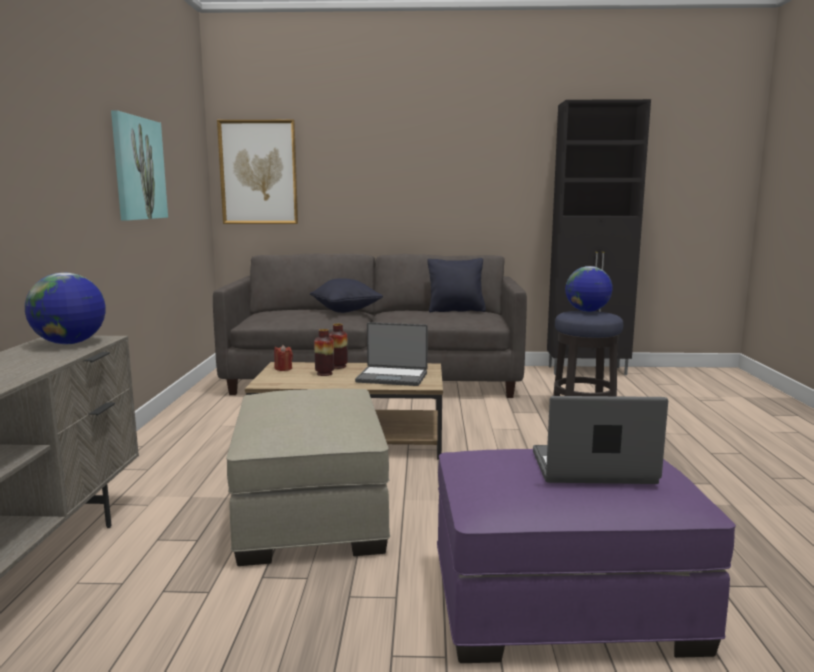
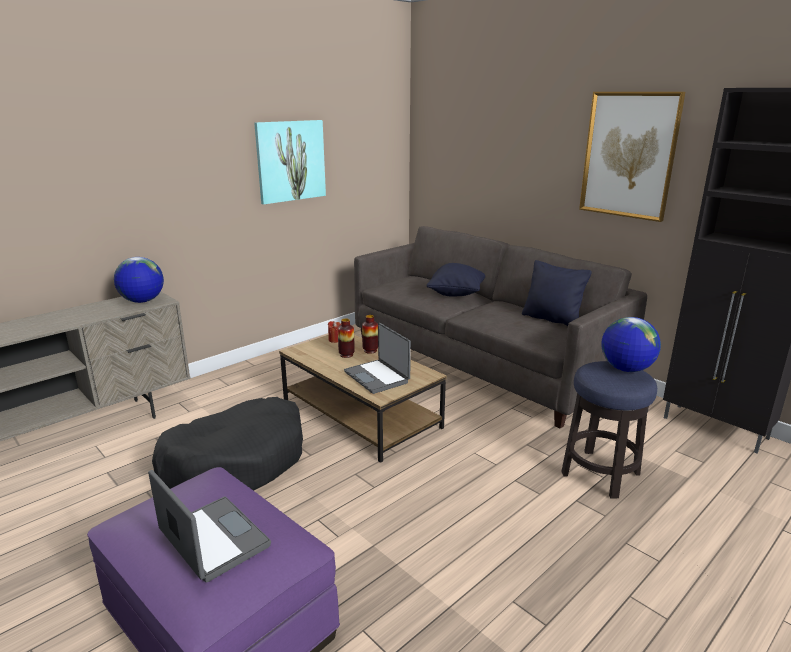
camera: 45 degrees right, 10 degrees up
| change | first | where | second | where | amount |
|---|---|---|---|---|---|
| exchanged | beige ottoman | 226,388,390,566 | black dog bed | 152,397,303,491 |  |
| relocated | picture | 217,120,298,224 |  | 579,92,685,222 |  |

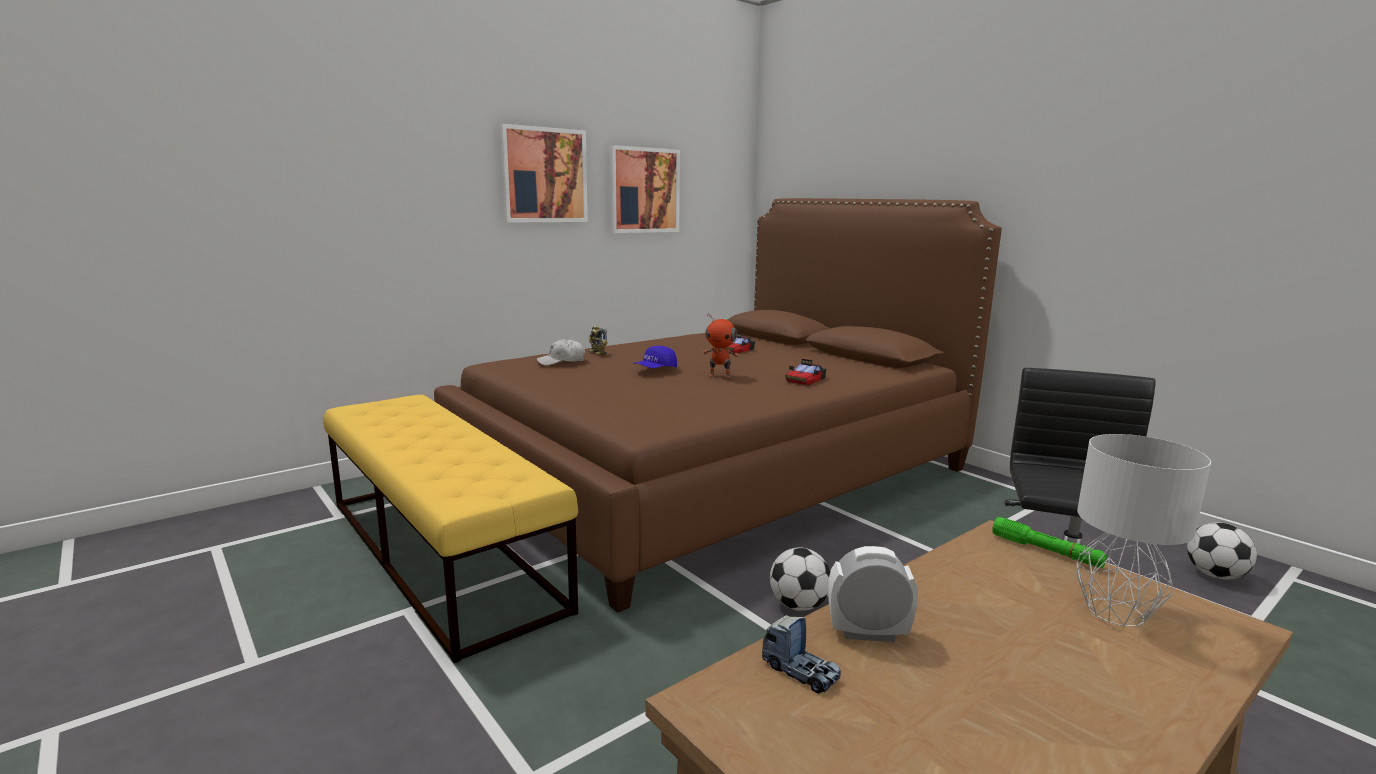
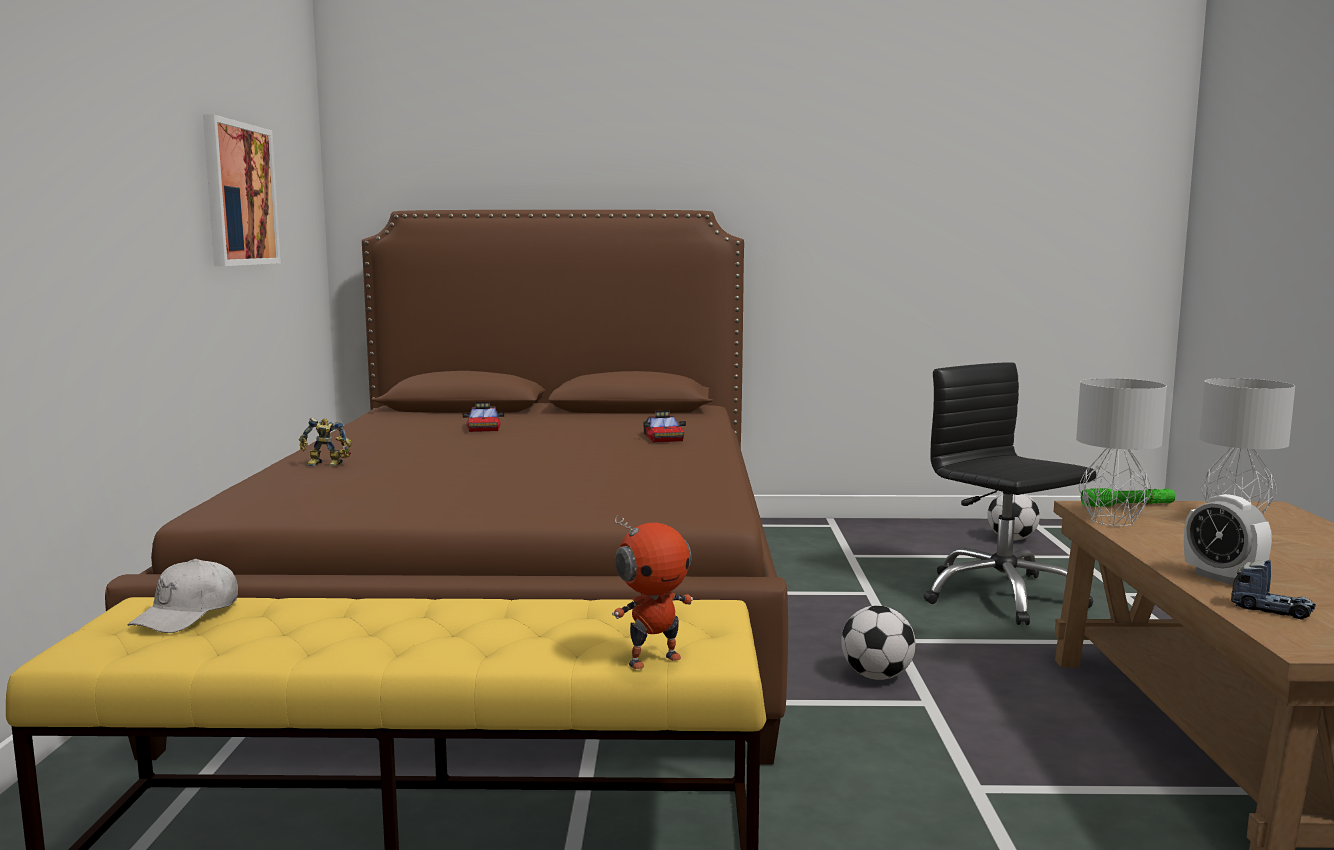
camera: 50 degrees left, 5 degrees down
| change | first | where | second | where | amount |
|---|---|---|---|---|---|
| relocated | white cap | 537,338,585,365 |  | 128,559,238,633 |  |
| relocated | toy robot | 703,313,739,378 |  | 612,516,693,669 |  |
| appeared |  |  | grey table lamp | 1076,378,1167,526 |  |
| spun | alarm clock | 828,546,918,642 |  | 1184,494,1272,585 | 75 degrees counterclockwise |
| spun | toy truck | 762,615,841,694 |  | 1231,560,1316,620 | 45 degrees clockwise |
| missing | picture | 499,124,588,223 |  |  |  |
| missing | blue cap | 633,346,677,368 |  |  |  |

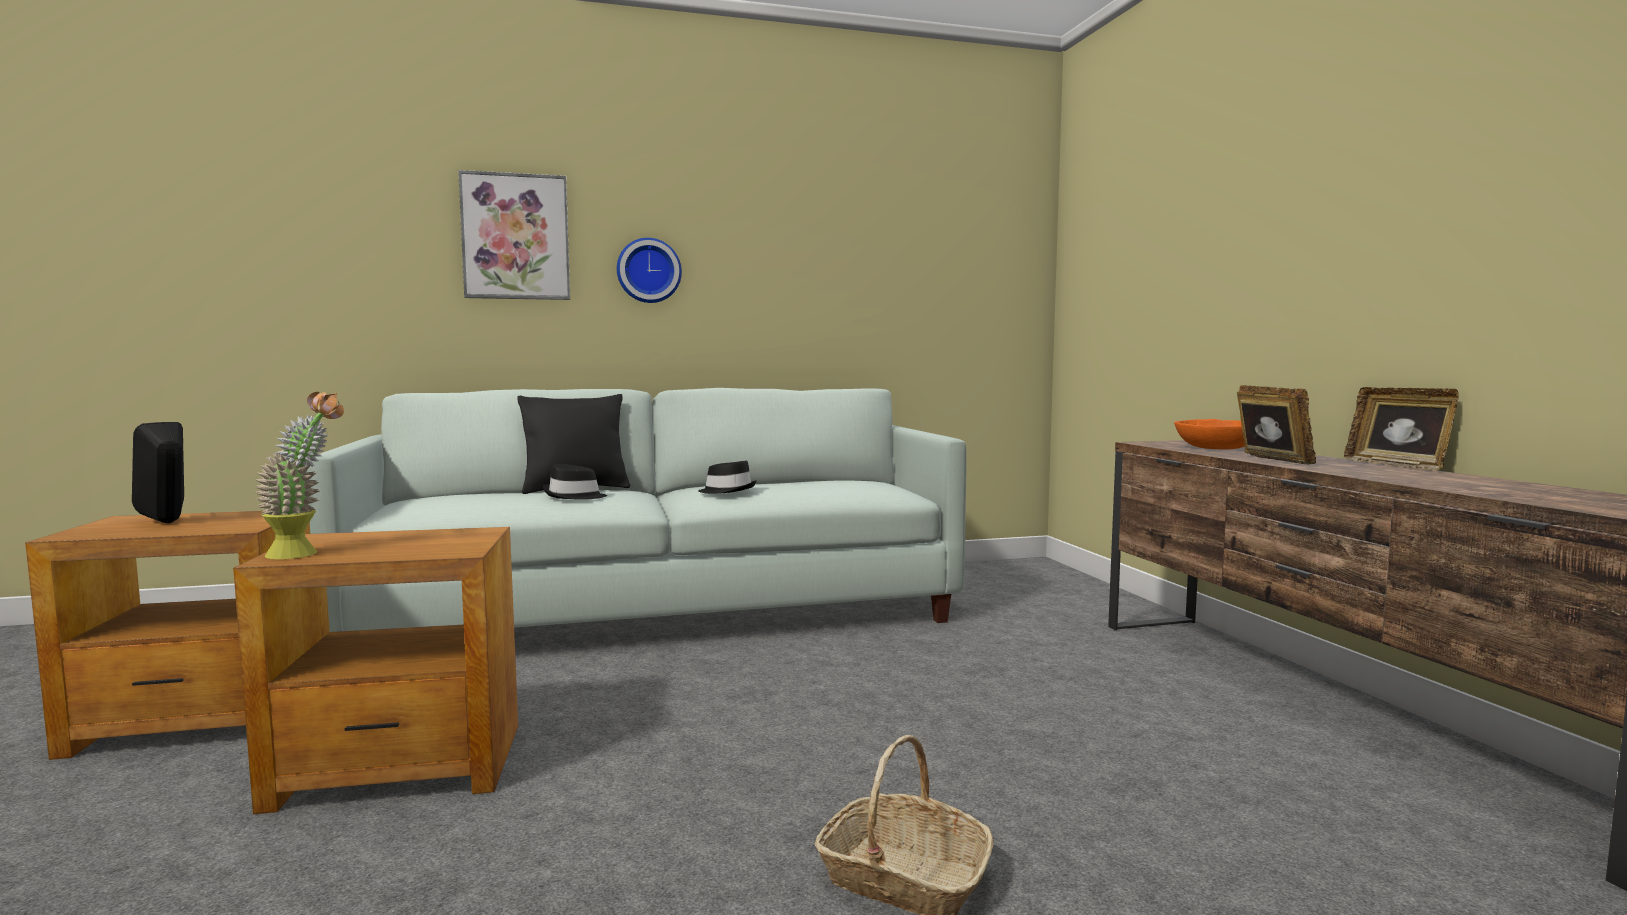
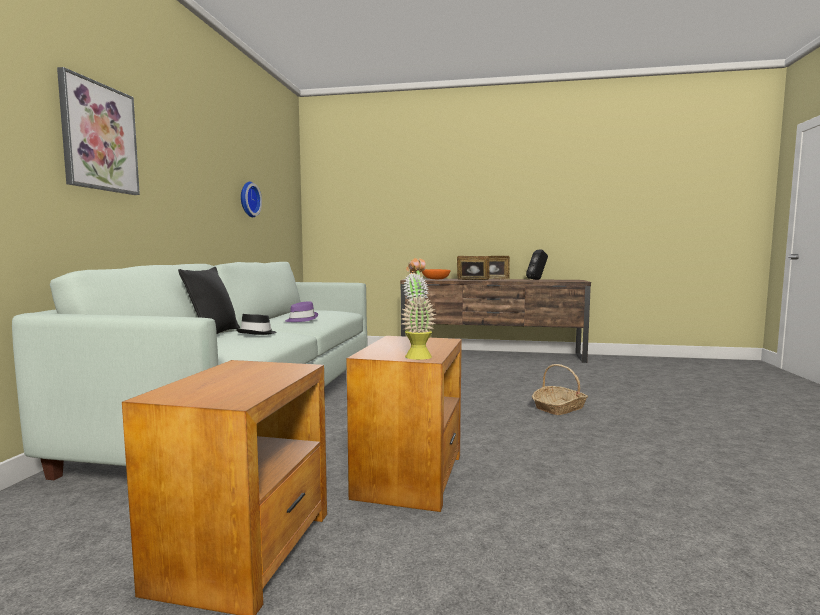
camera: 65 degrees left, 0 degrees up
| change | first | where | second | where | amount |
|---|---|---|---|---|---|
| relocated | wall clock | 617,238,682,303 |  | 241,182,262,217 |  |
| colour | black hat | 698,461,757,494 | purple hat | 285,301,318,322 |  |
| relocated | black speaker | 132,422,184,523 |  | 526,250,548,280 |  |

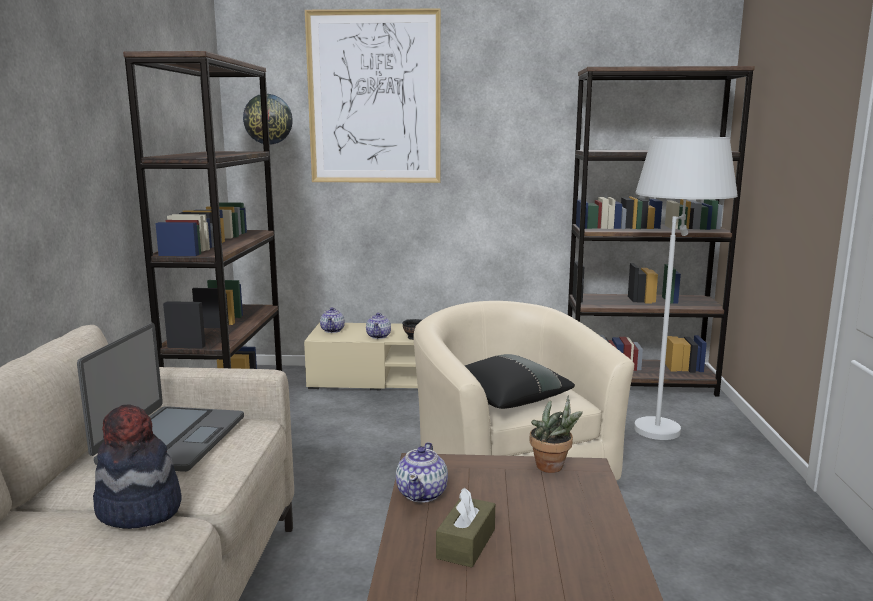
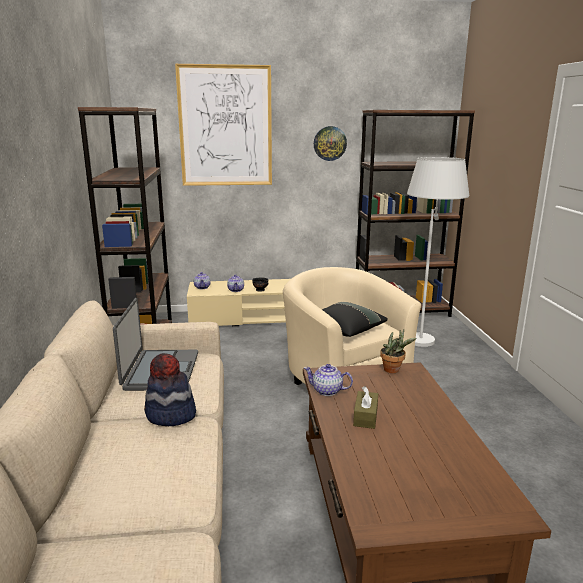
camera: 10 degrees left, 5 degrees up
| change | first | where | second | where | amount |
|---|---|---|---|---|---|
| spun | teapot | 396,442,448,503 |  | 304,364,353,396 | 105 degrees clockwise |
| relocated | wall clock | 243,94,293,144 |  | 314,126,347,161 |  |

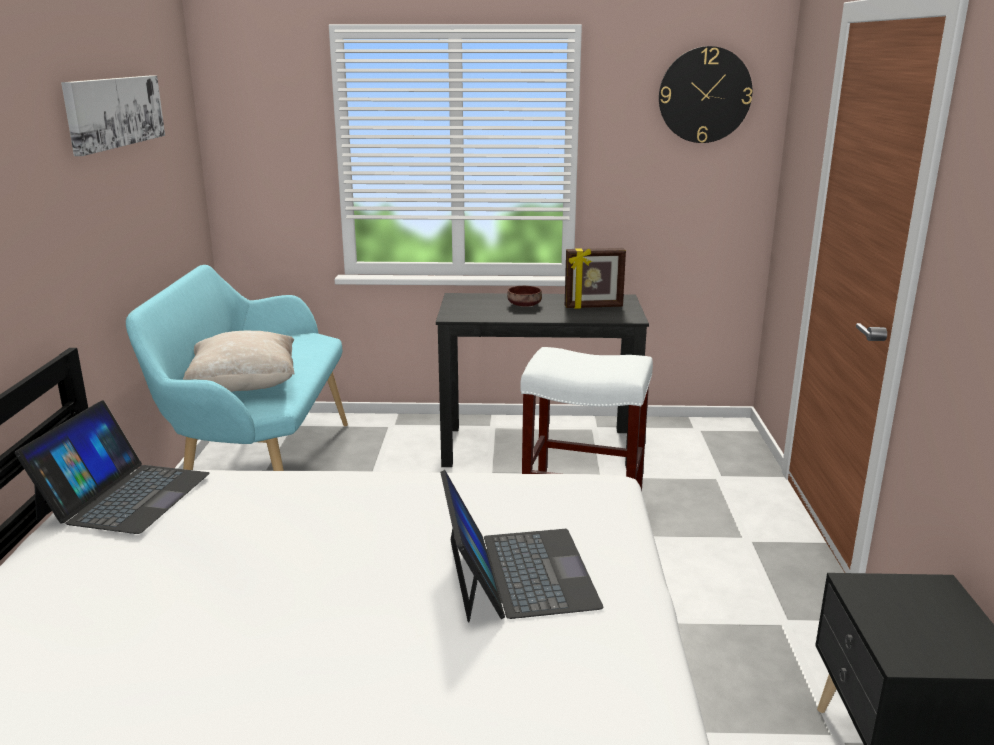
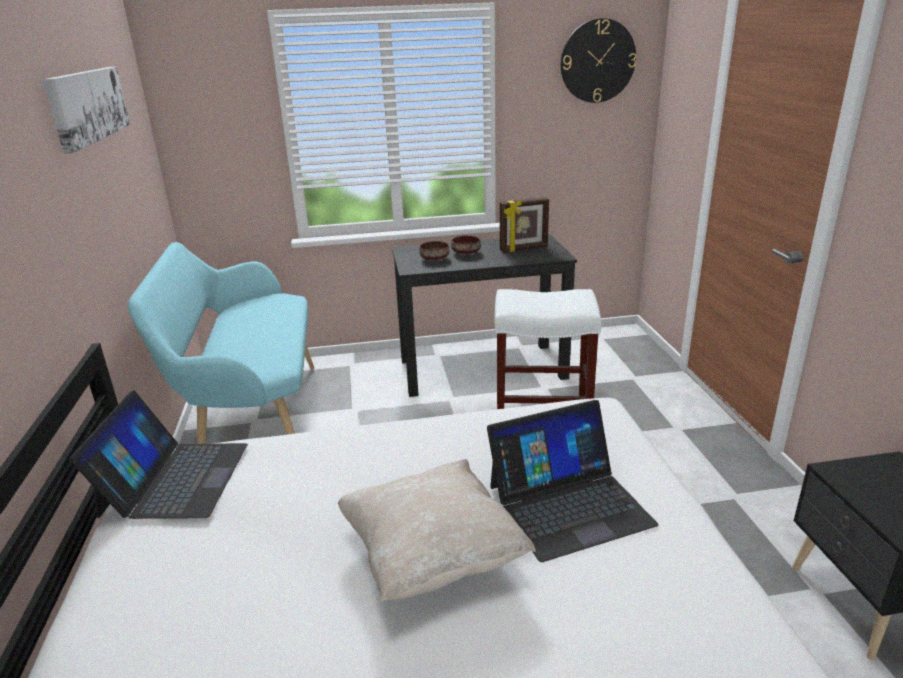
camera: 10 degrees left, 5 degrees up
| change | first | where | second | where | amount |
|---|---|---|---|---|---|
| relocated | beige pillow | 183,331,295,392 |  | 338,459,536,601 |  |
| appeared |  |  | brown bowl | 419,241,449,261 |  |
| spun | laptop | 440,470,603,623 |  | 487,400,658,562 | 90 degrees clockwise |

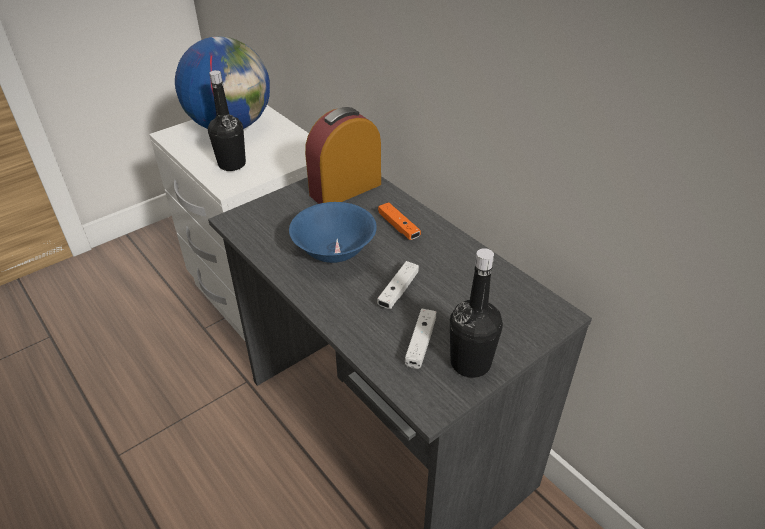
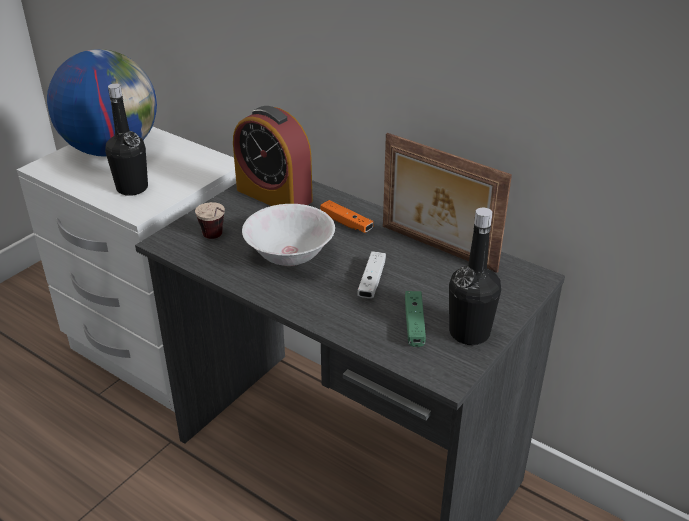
camera: 15 degrees left, 5 degrees down
| change | first | where | second | where | amount |
|---|---|---|---|---|---|
| appeared |  |  | cup | 195,202,225,239 |  |
| spun | alarm clock | 305,107,381,204 |  | 233,106,313,206 | 90 degrees counterclockwise |
| colour | blue bowl | 289,202,377,263 | white bowl | 242,204,335,266 |  |
| appeared |  |  | picture frame | 383,133,512,273 |  |
| colour | white game controller | 405,309,437,369 | green game controller | 405,291,426,347 |  |

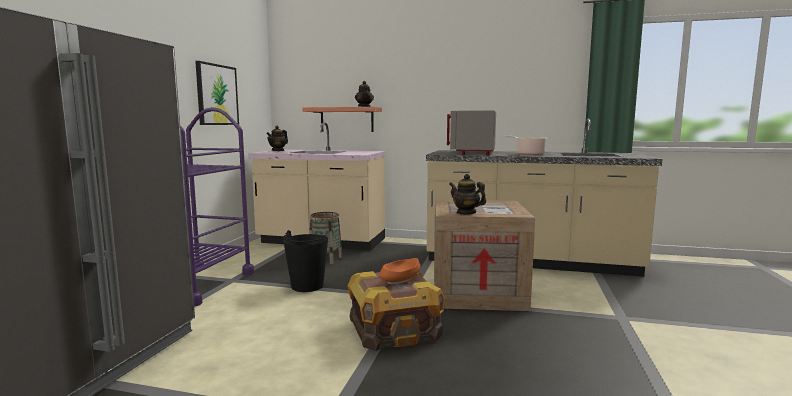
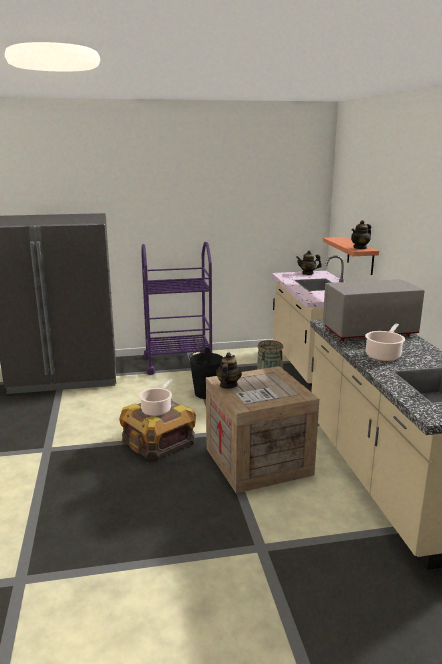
camera: 65 degrees right, 10 degrees up
| change | first | where | second | where | amount |
|---|---|---|---|---|---|
| exchanged | orange bowl | 380,258,421,284 | cooking pot | 139,379,173,416 |  |
| missing | picture | 195,61,239,125 |  |  |  |

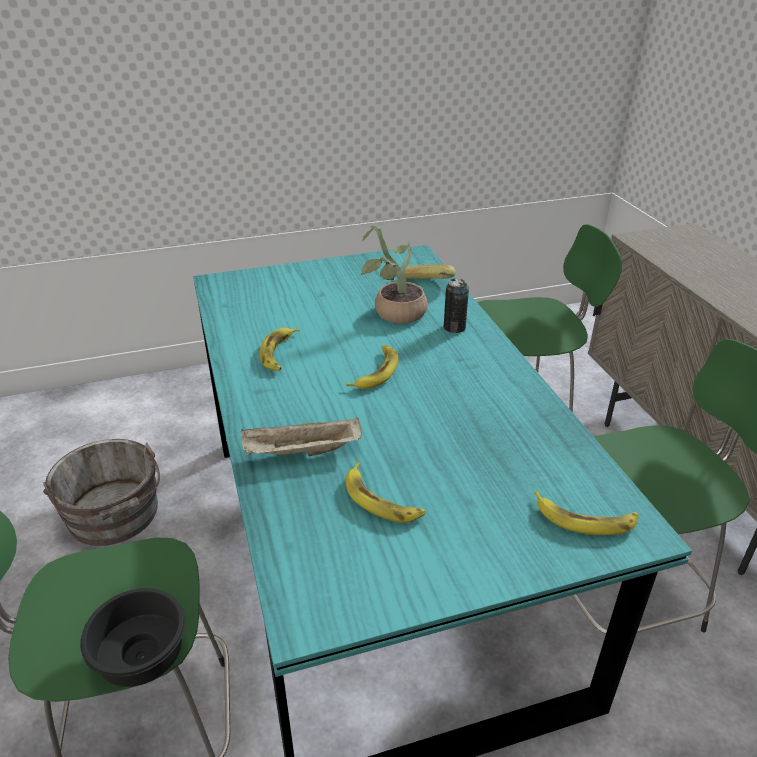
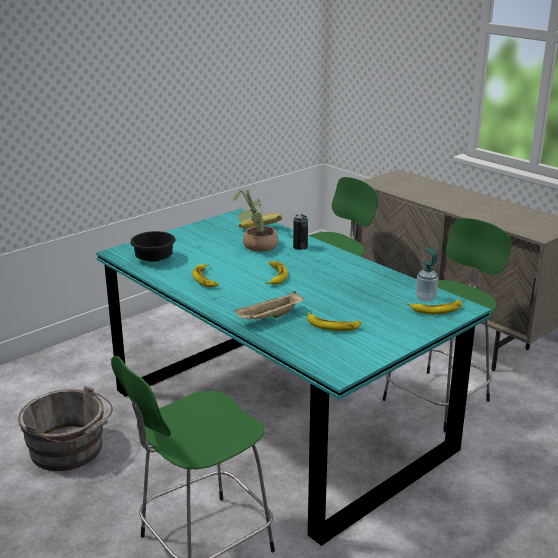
camera: 25 degrees left, 10 degrees down
| change | first | where | second | where | amount |
|---|---|---|---|---|---|
| relocated | black bowl | 80,588,185,687 |  | 130,231,176,262 |  |
| appeared |  |  | soap dispenser | 416,247,438,301 |  |

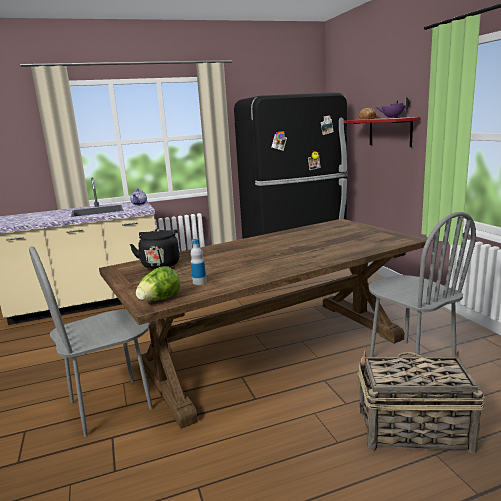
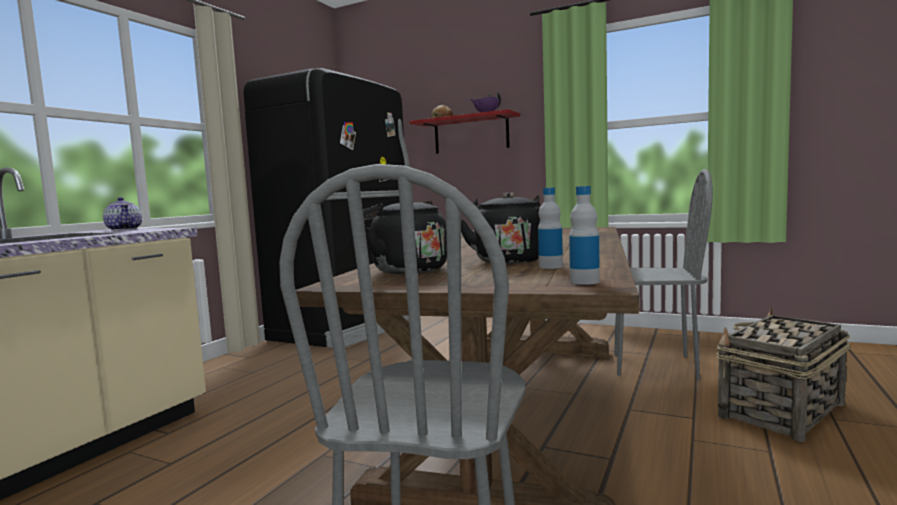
camera: 45 degrees left, 10 degrees down
| change | first | where | second | where | amount |
|---|---|---|---|---|---|
| appeared |  |  | black kettle | 461,192,540,264 |  |
| exchanged | lettuce | 136,266,180,301 | bottle | 569,186,600,285 |  |

